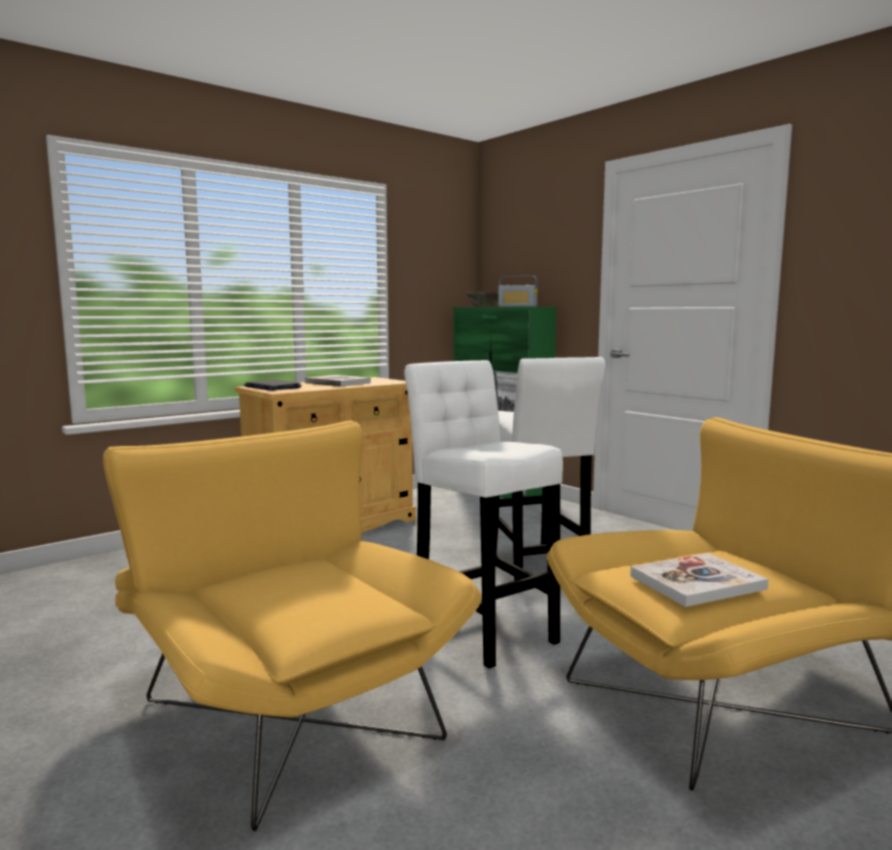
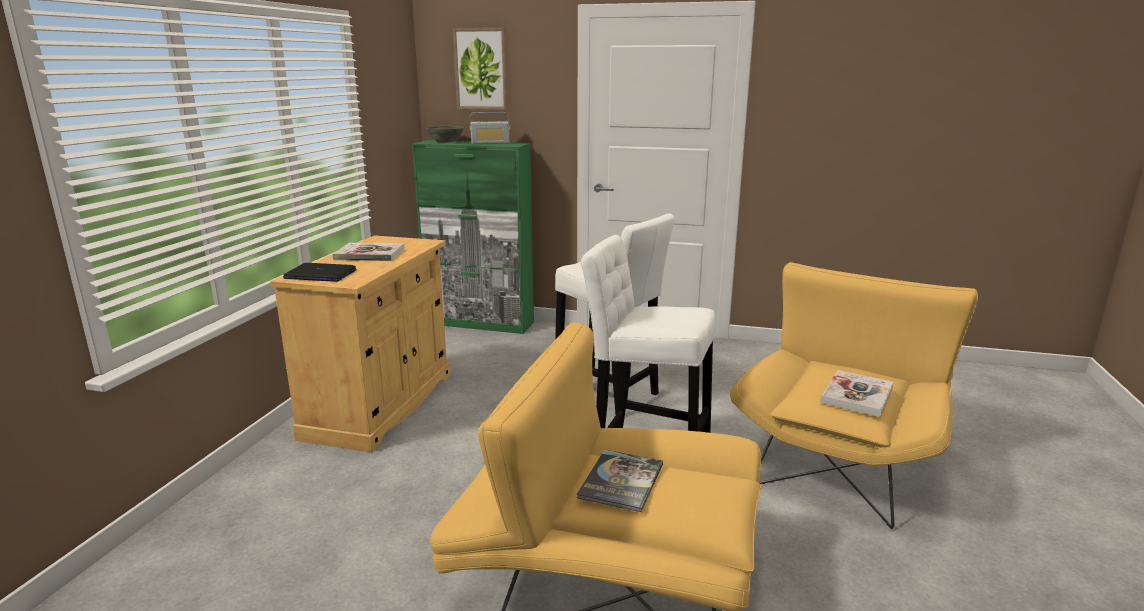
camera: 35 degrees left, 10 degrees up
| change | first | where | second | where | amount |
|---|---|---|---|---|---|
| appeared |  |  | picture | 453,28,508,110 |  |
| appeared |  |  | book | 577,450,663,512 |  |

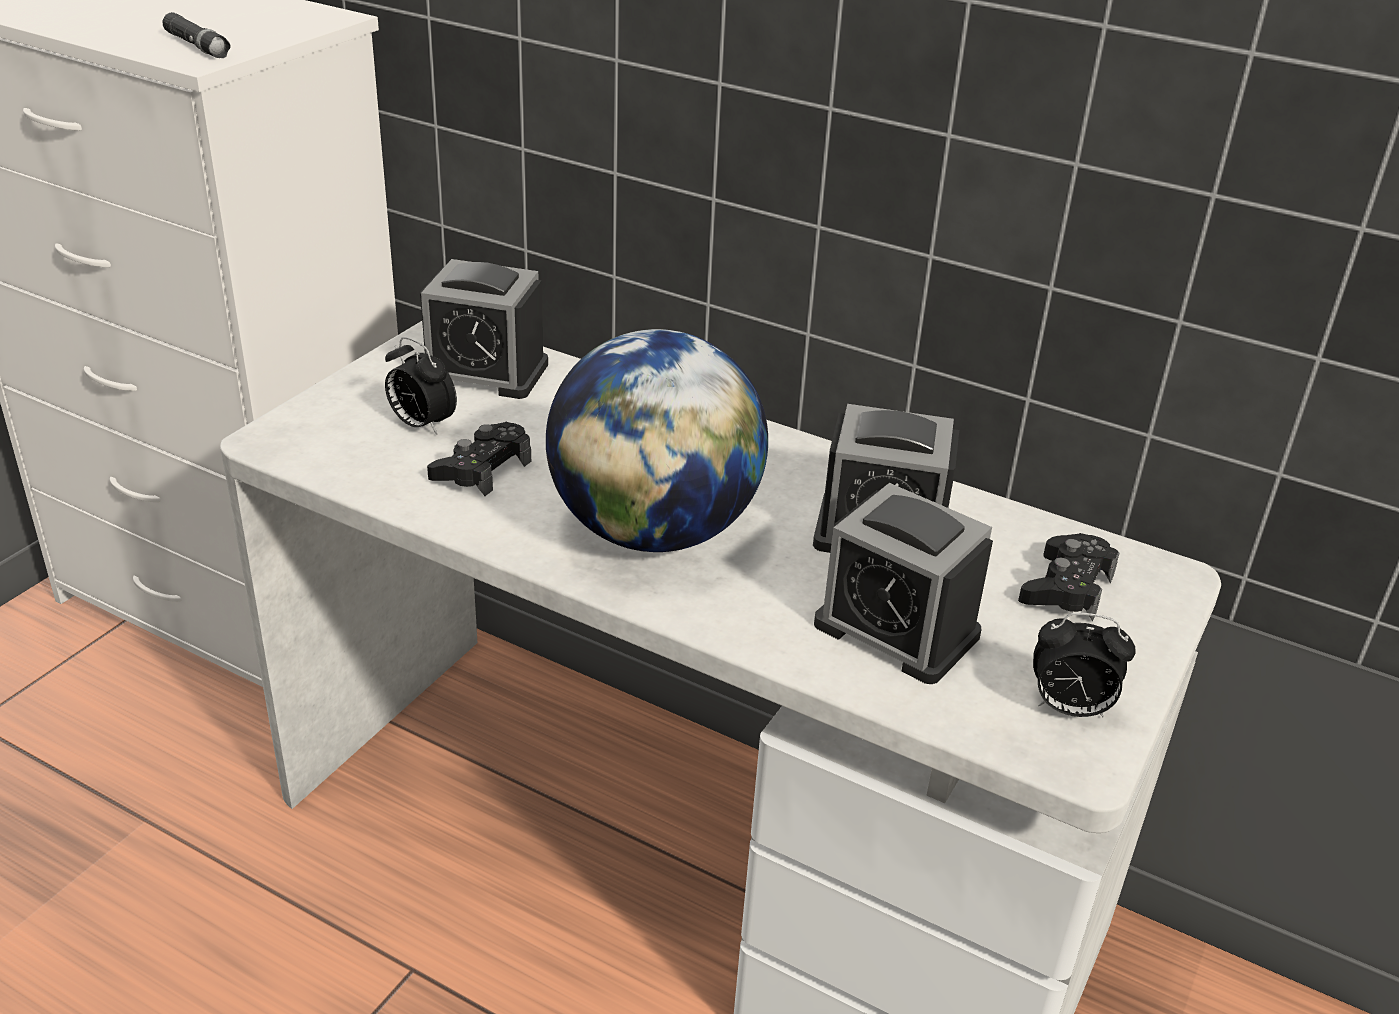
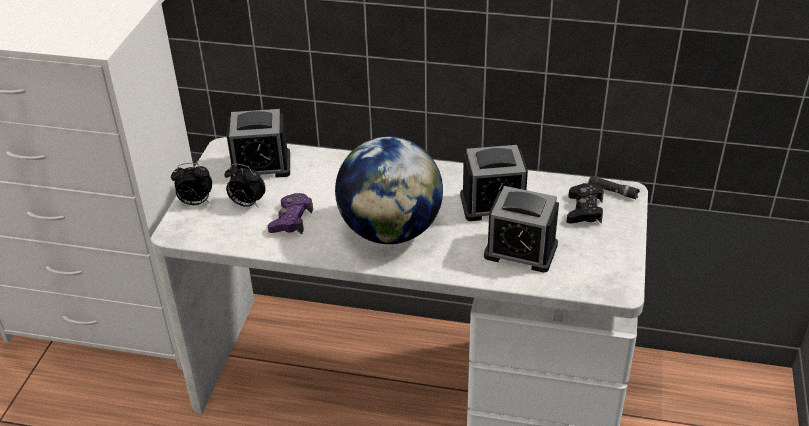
camera: 15 degrees left, 5 degrees up
| change | first | where | second | where | amount |
|---|---|---|---|---|---|
| relocated | alarm clock | 1033,612,1135,717 |  | 171,163,212,205 |  |
| colour | black game controller | 427,422,531,496 | purple game controller | 268,193,313,234 |  |
| relocated | black flashlight | 162,12,231,58 |  | 588,175,640,199 |  |

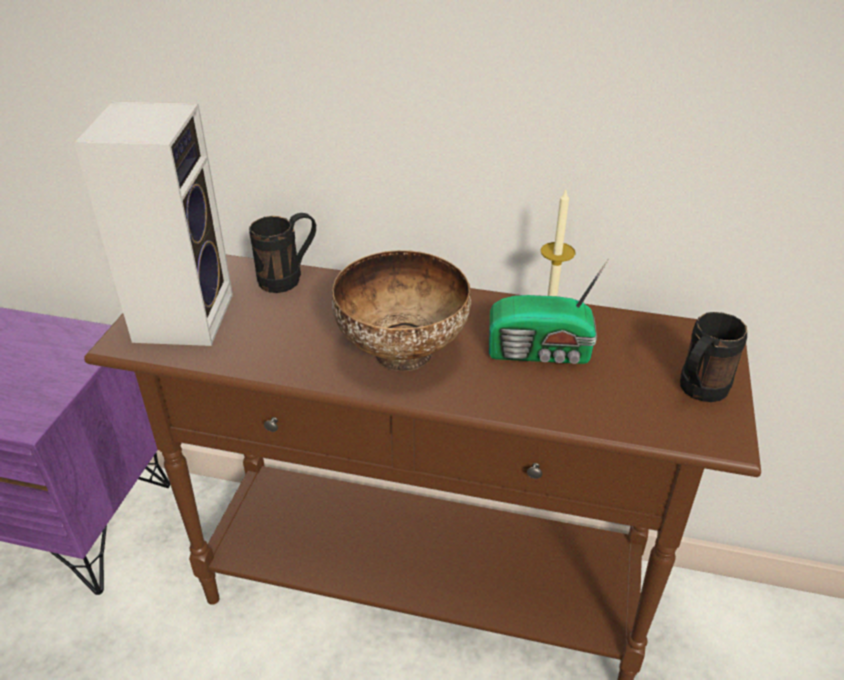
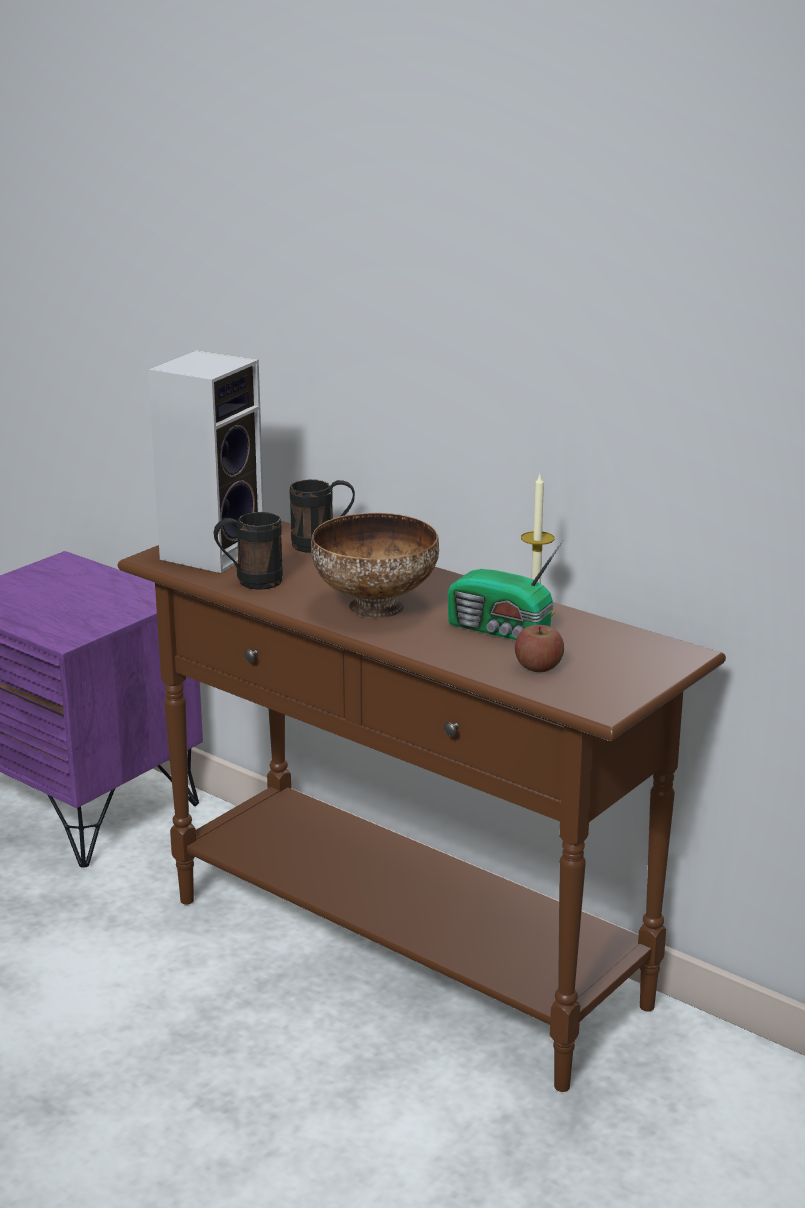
camera: 25 degrees right, 15 degrees down
| change | first | where | second | where | amount |
|---|---|---|---|---|---|
| relocated | black mug | 680,312,747,402 |  | 213,512,283,590 |  |
| appeared |  |  | apple | 515,625,564,672 |  |

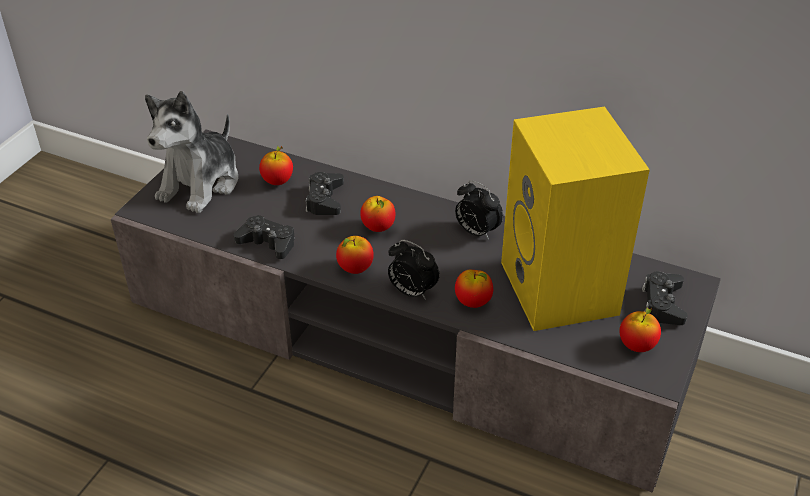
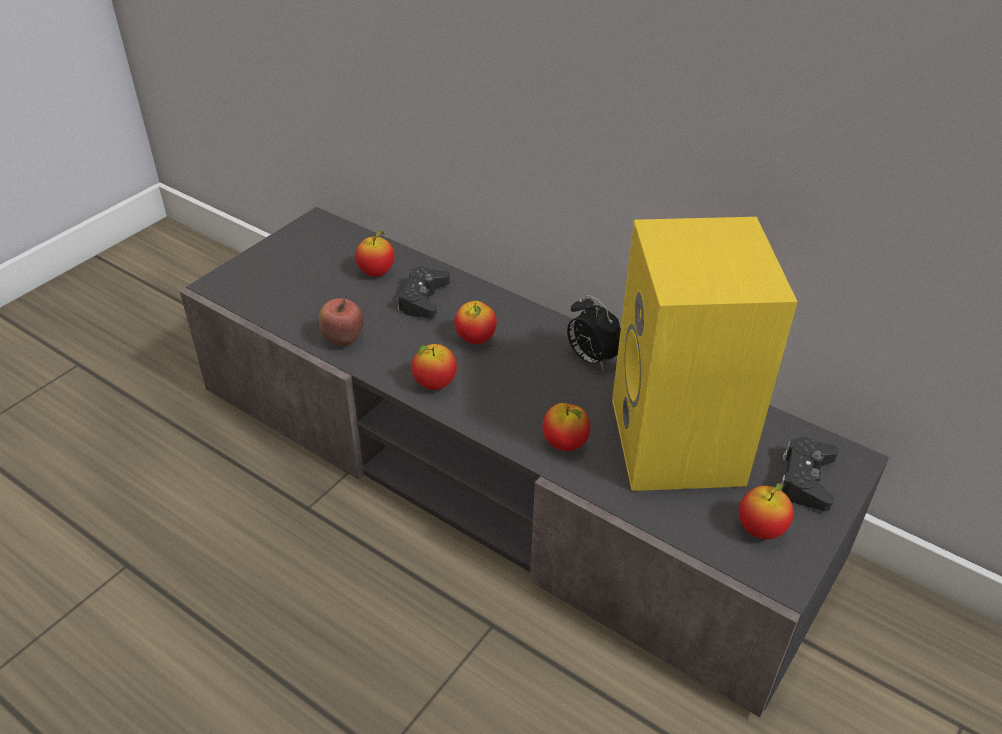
camera: 10 degrees right, 0 degrees up
| change | first | where | second | where | amount |
|---|---|---|---|---|---|
| exchanged | black game controller | 234,215,295,259 | apple | 319,298,364,346 |  |
| missing | plush toy | 145,91,238,213 |  |  |  |
| missing | alarm clock | 388,240,440,300 |  |  |  |

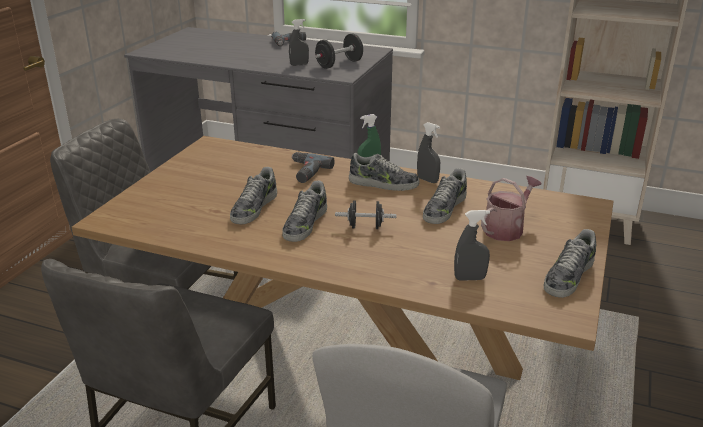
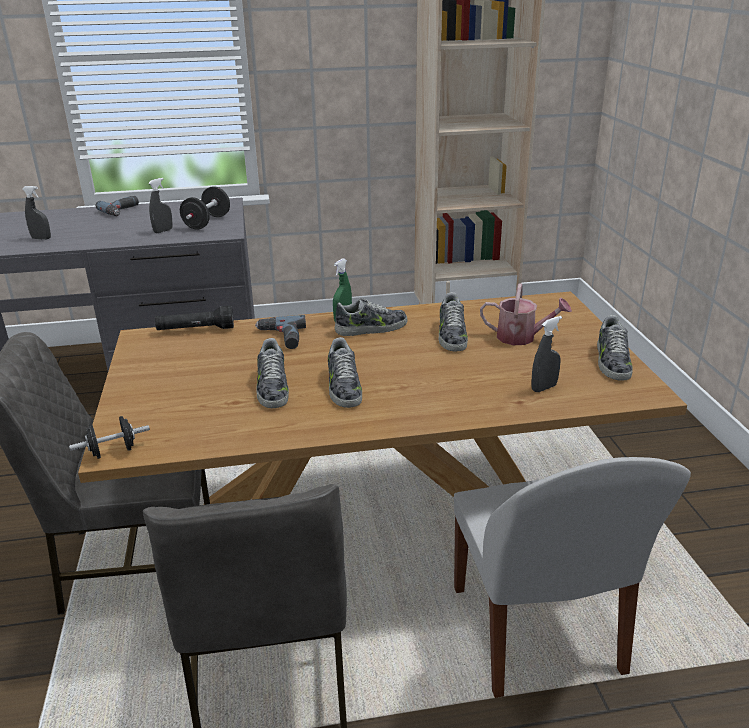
camera: 30 degrees left, 0 degrees up
| change | first | where | second | where | amount |
|---|---|---|---|---|---|
| relocated | grey spray bottle | 417,122,440,183 |  | 22,186,51,240 |  |
| relocated | black dumbbell | 335,200,397,229 |  | 69,416,150,459 |  |
| appeared |  |  | black flashlight | 155,306,234,330 |  |
| spun | watering can | 481,176,542,241 |  | 480,283,572,345 | 90 degrees clockwise |

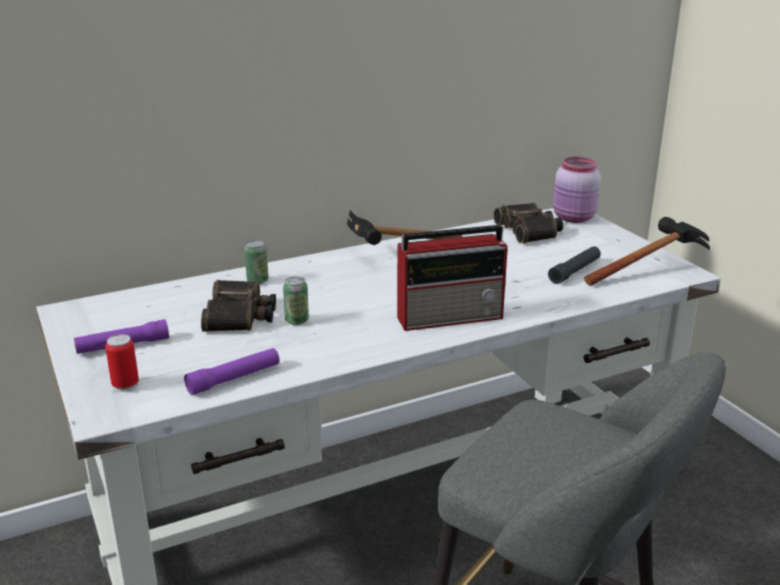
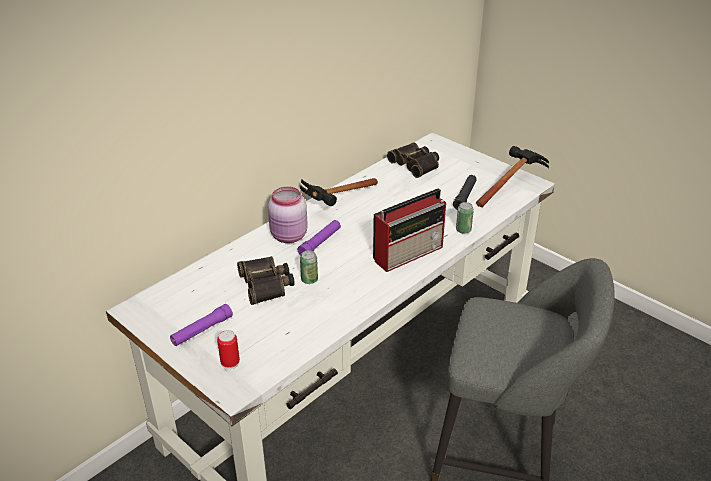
camera: 20 degrees left, 10 degrees up
| change | first | where | second | where | amount |
|---|---|---|---|---|---|
| relocated | pink jar | 553,157,601,223 |  | 268,186,308,243 |  |
| relocated | purple flashlight | 184,348,280,395 |  | 298,220,341,255 |  |
| relocated | can | 244,240,269,284 |  | 456,202,474,234 |  |

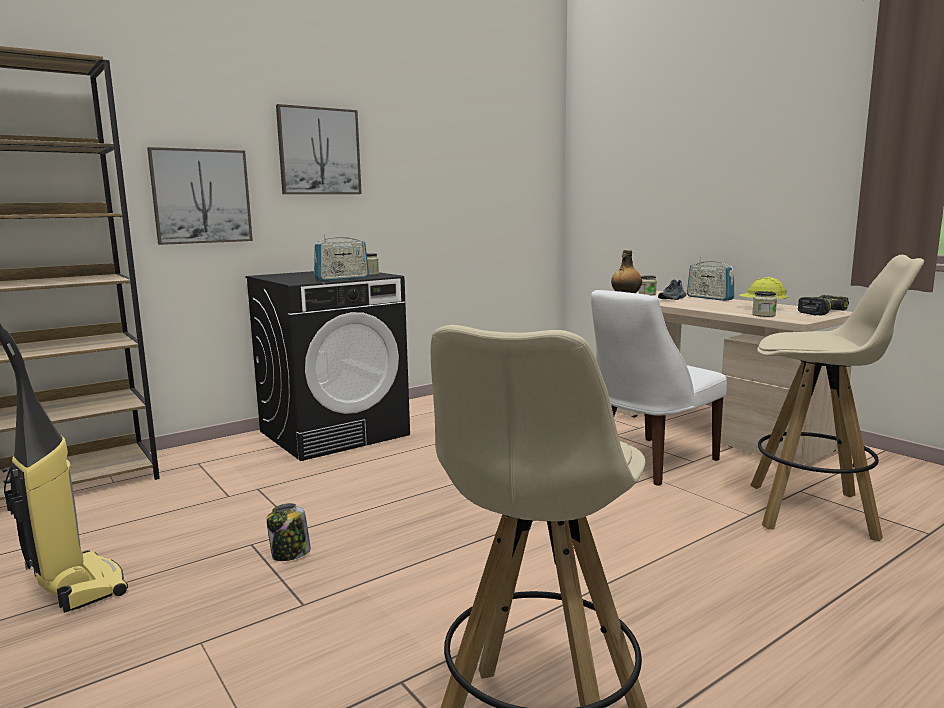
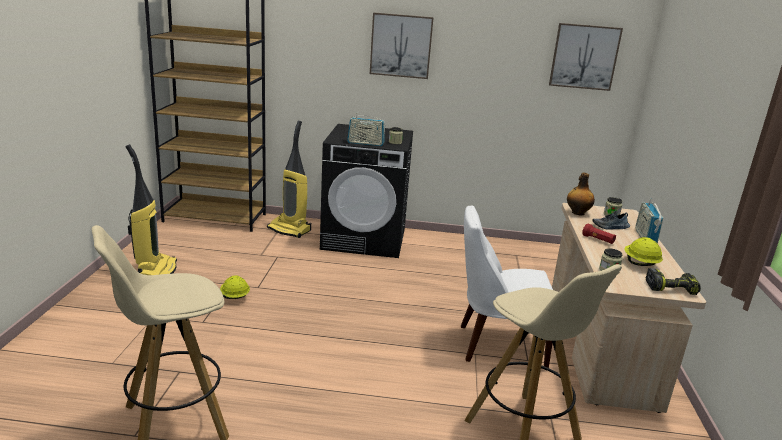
camera: 40 degrees right, 10 degrees up
| change | first | where | second | where | amount |
|---|---|---|---|---|---|
| exchanged | jar | 267,503,311,561 | yellow hard hat | 220,275,250,299 |  |
| appeared |  |  | vacuum cleaner | 267,121,311,238 |  |
| relocated | picture | 147,147,253,245 |  | 549,23,623,91 |  |
| appeared |  |  | red flashlight | 582,224,616,244 |  |

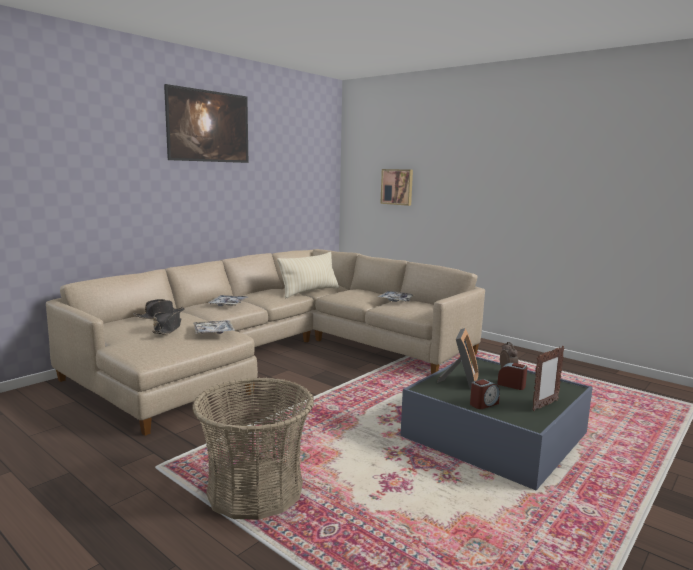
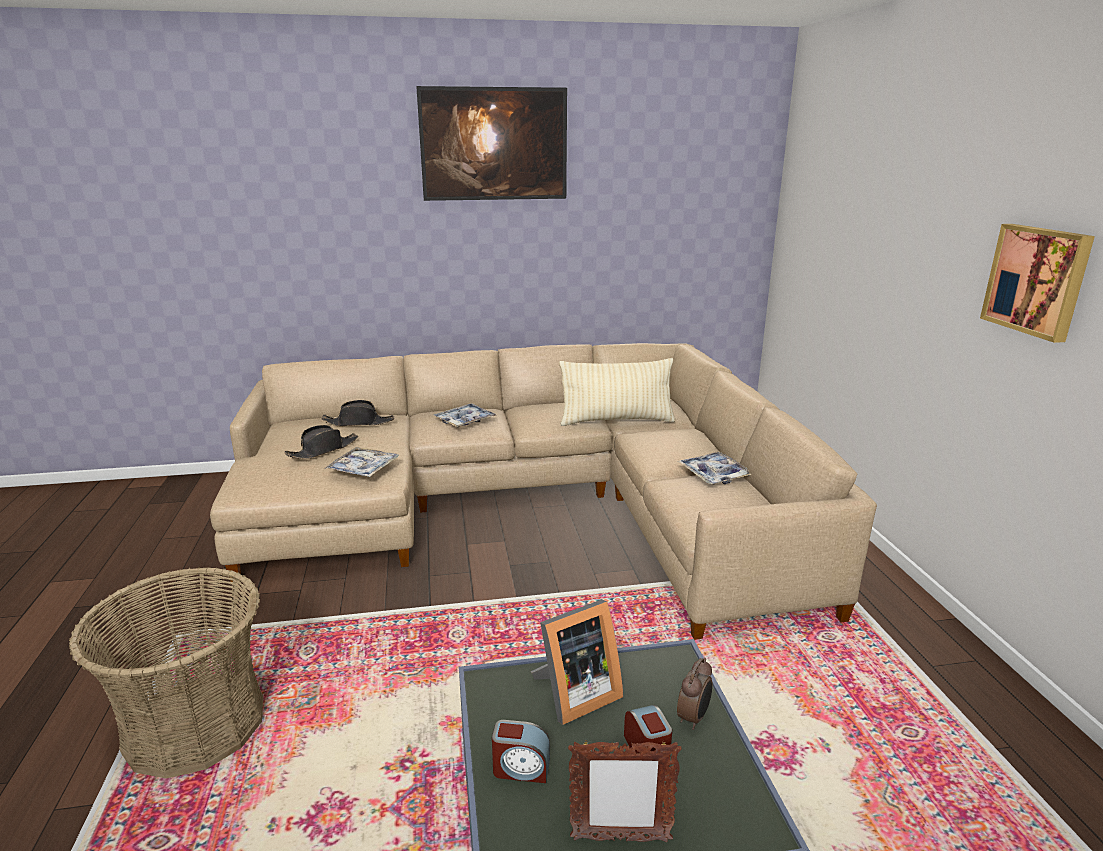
camera: 40 degrees right, 10 degrees up
| change | first | where | second | where | amount |
|---|---|---|---|---|---|
| relocated | picture | 380,169,413,206 |  | 980,224,1095,343 |  |

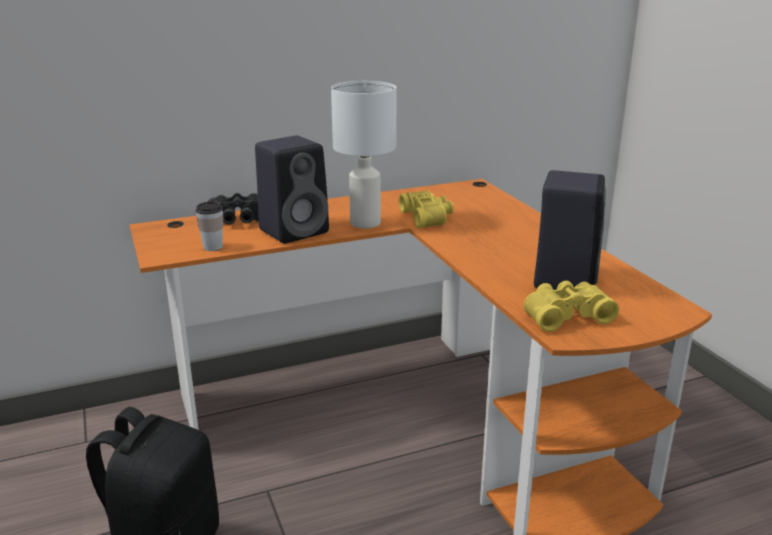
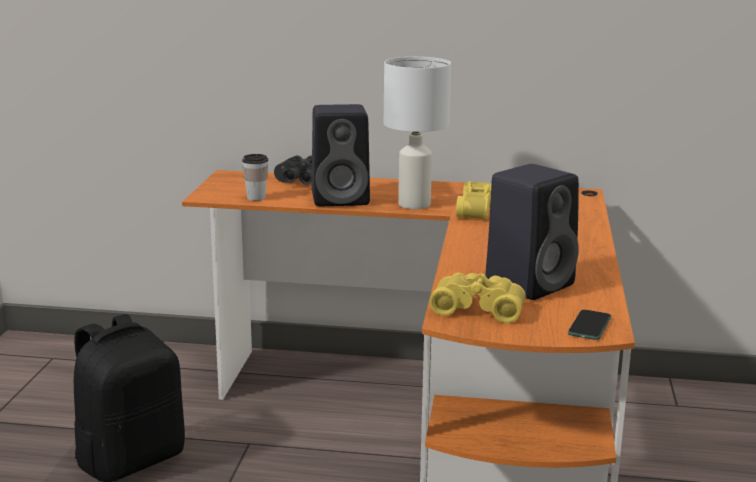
camera: 30 degrees right, 5 degrees down
| change | first | where | second | where | amount |
|---|---|---|---|---|---|
| appeared |  |  | phone | 568,310,611,340 |  |

